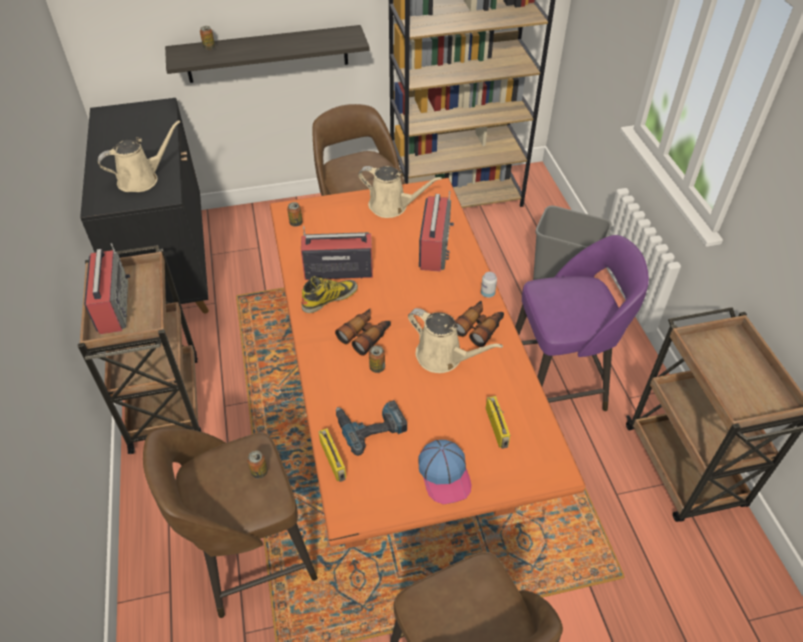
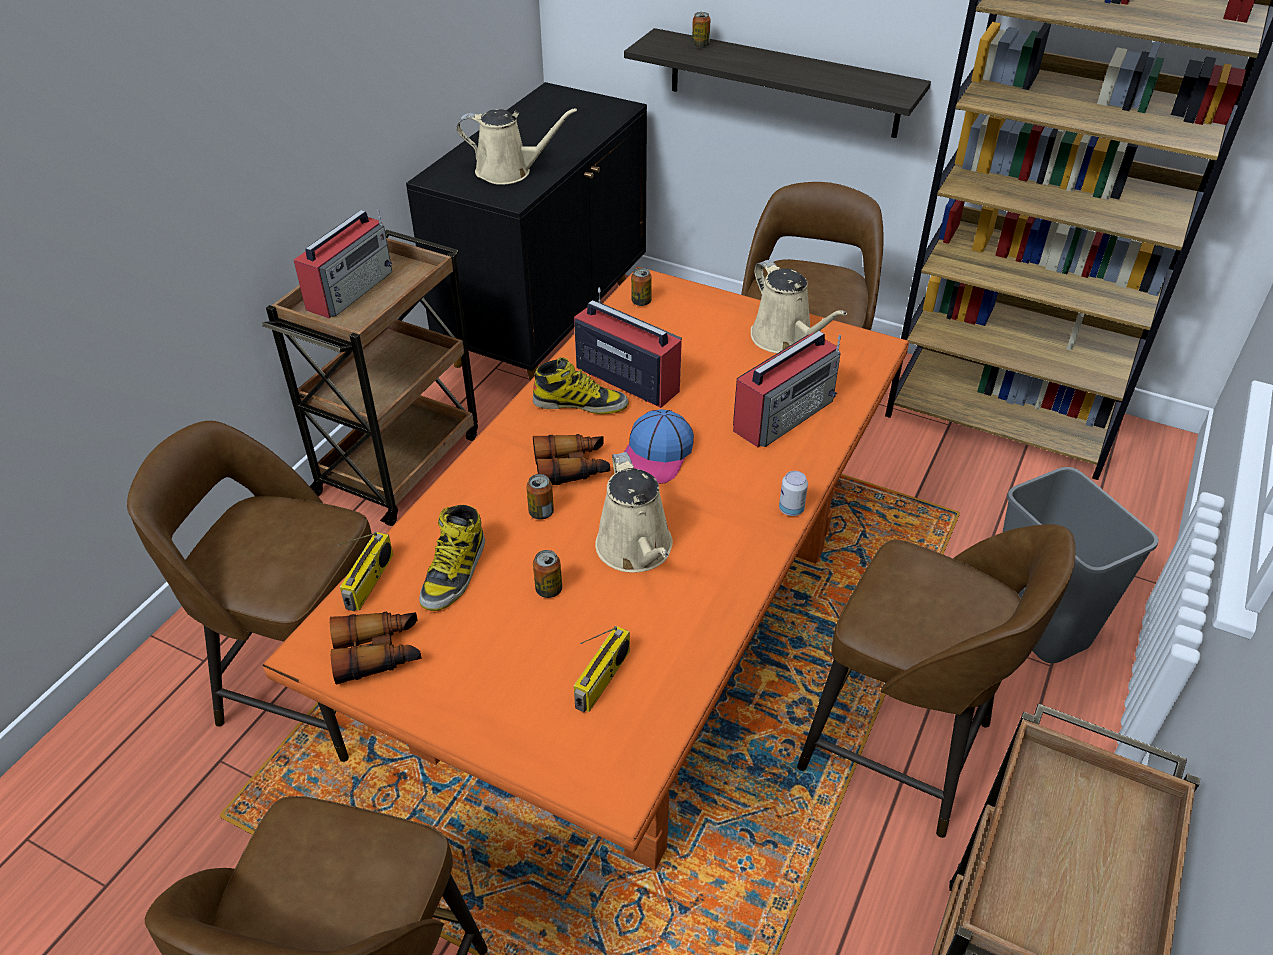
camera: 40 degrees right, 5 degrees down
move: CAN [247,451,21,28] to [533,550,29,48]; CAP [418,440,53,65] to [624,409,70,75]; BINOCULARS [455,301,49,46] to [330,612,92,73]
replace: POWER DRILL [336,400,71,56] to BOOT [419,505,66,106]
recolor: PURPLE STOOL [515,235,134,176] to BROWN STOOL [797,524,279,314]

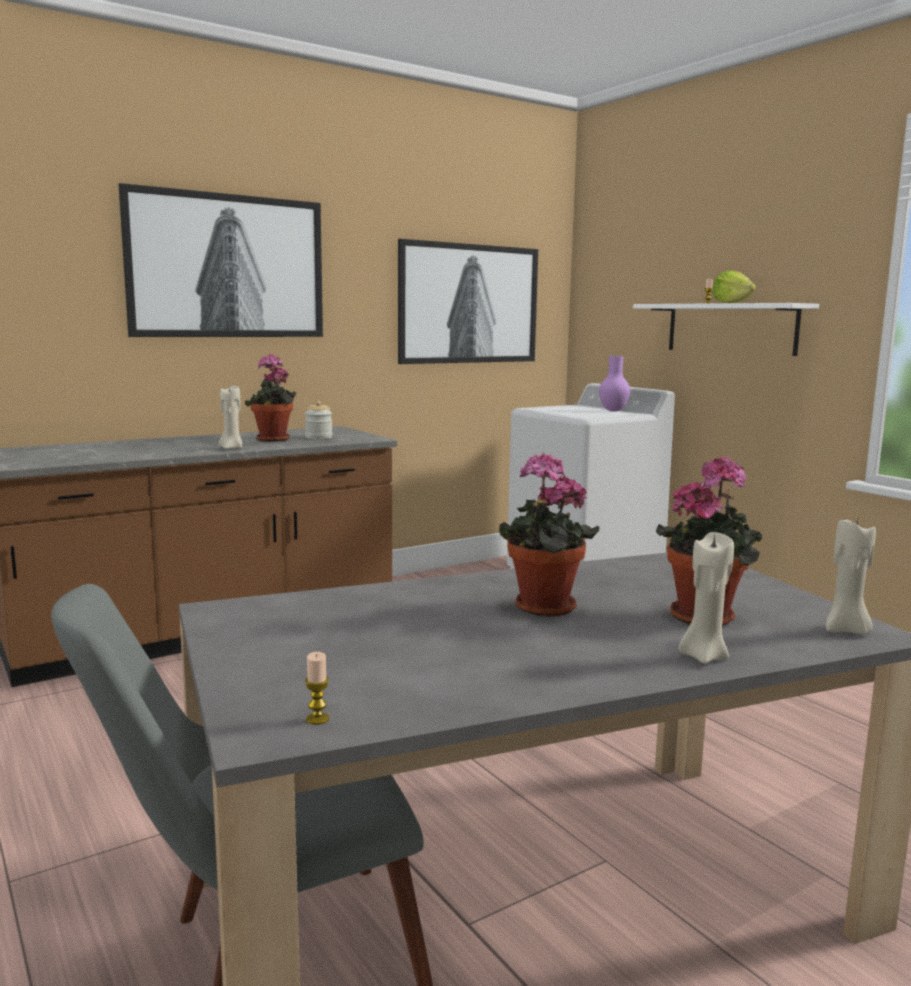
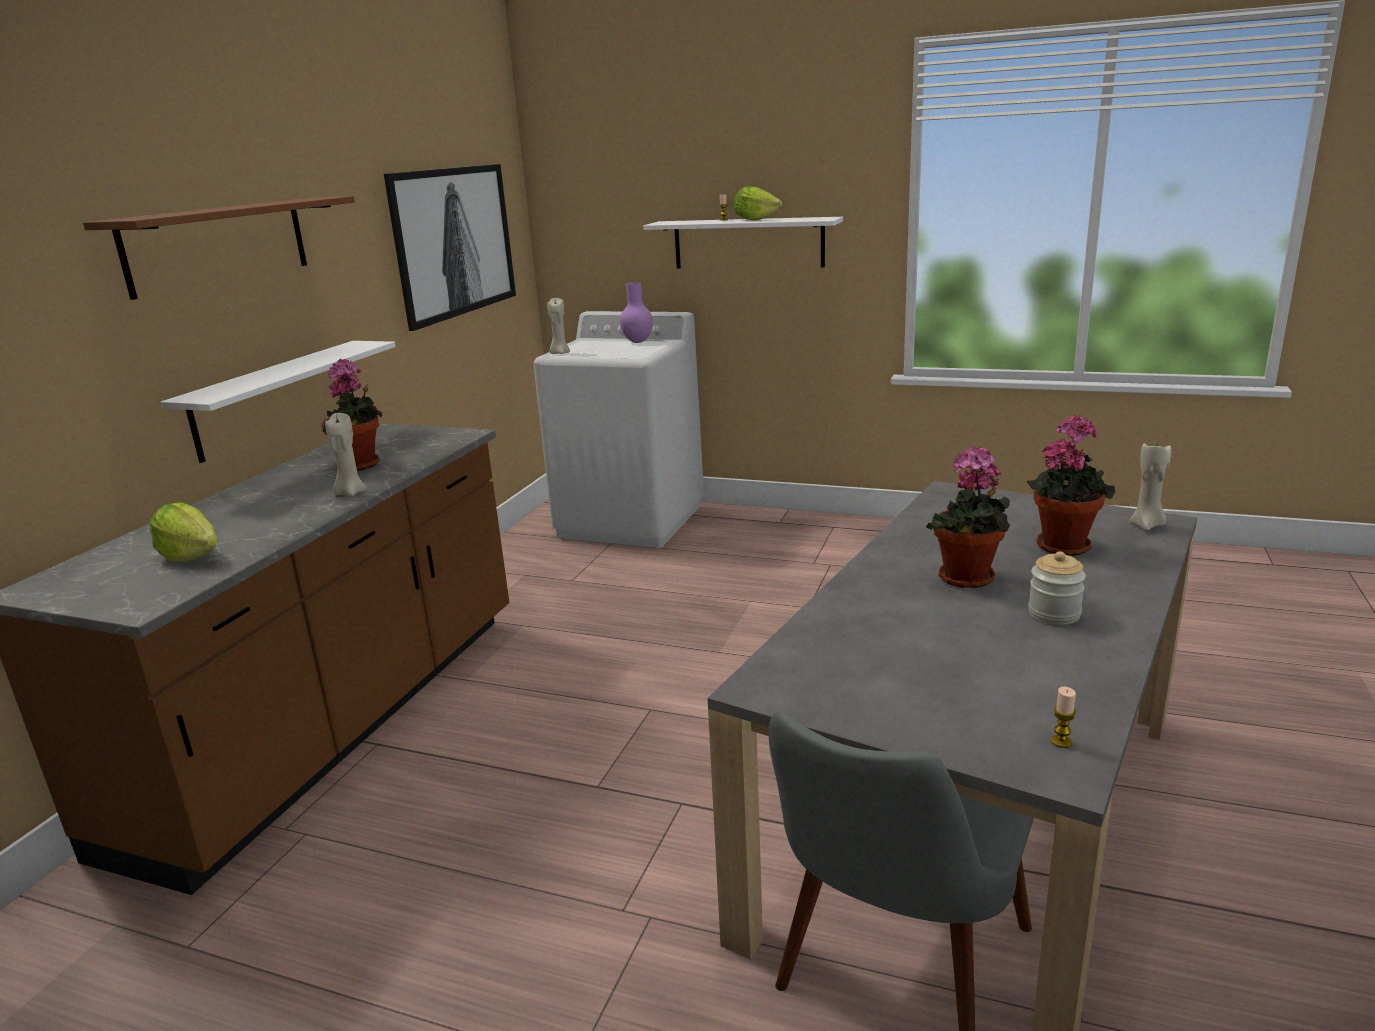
camera: 35 degrees left, 10 degrees up
insert: LETTUCE [149,502,69,60]; WHITE SHELF [160,341,236,122]
move: JAR [305,401,27,38] to [1028,551,58,74]; BEIGE CANDLE [679,532,55,132] to [547,298,23,56]
replace: PICTURE [119,183,204,154] to BROWN SHELF [83,196,272,104]

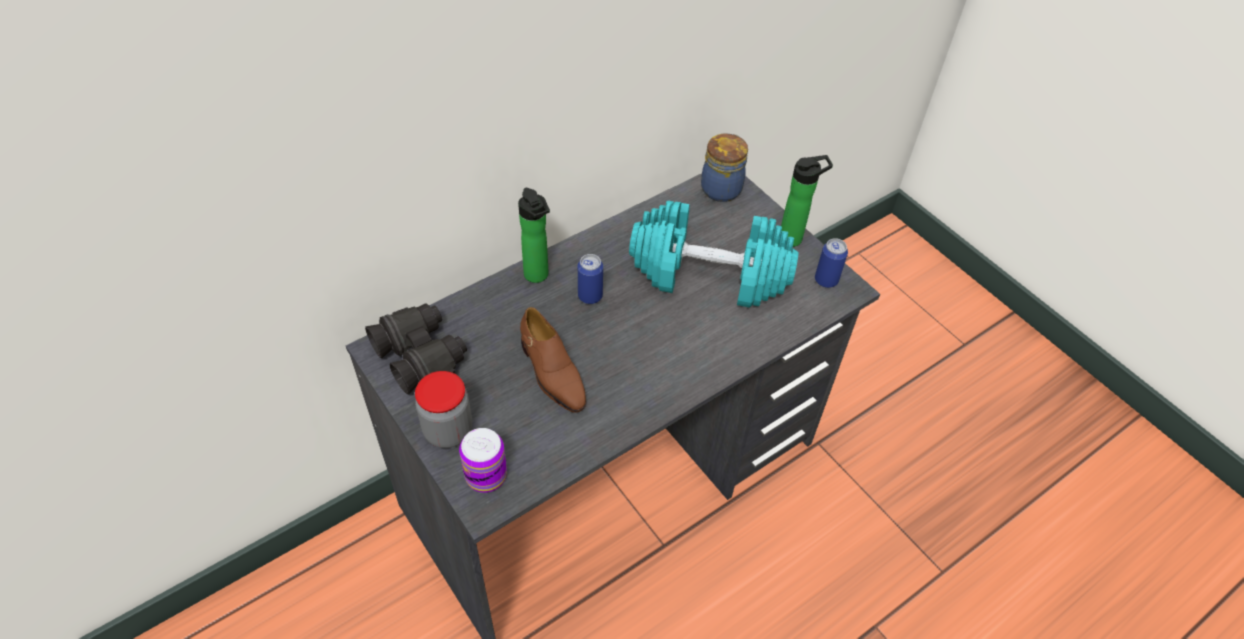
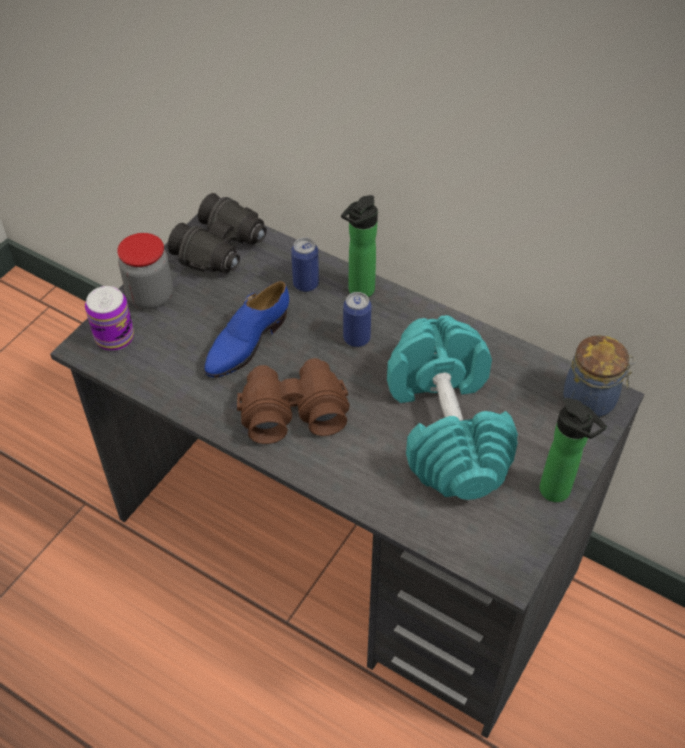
camera: 70 degrees right, 0 degrees up
insert: BROWN BINOCULARS [237,358,113,86]
move: CAN [815,238,33,50] to [291,238,28,54]
recolor: BROWN SHOE [520,307,66,106] to BLUE SHOE [204,281,85,97]

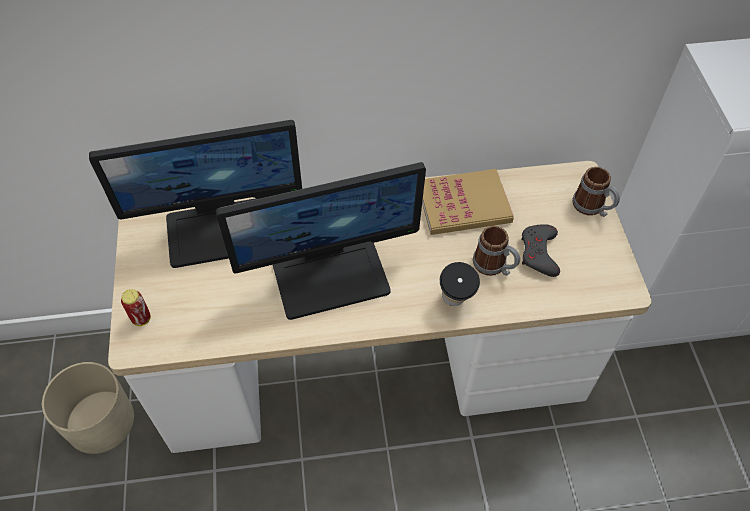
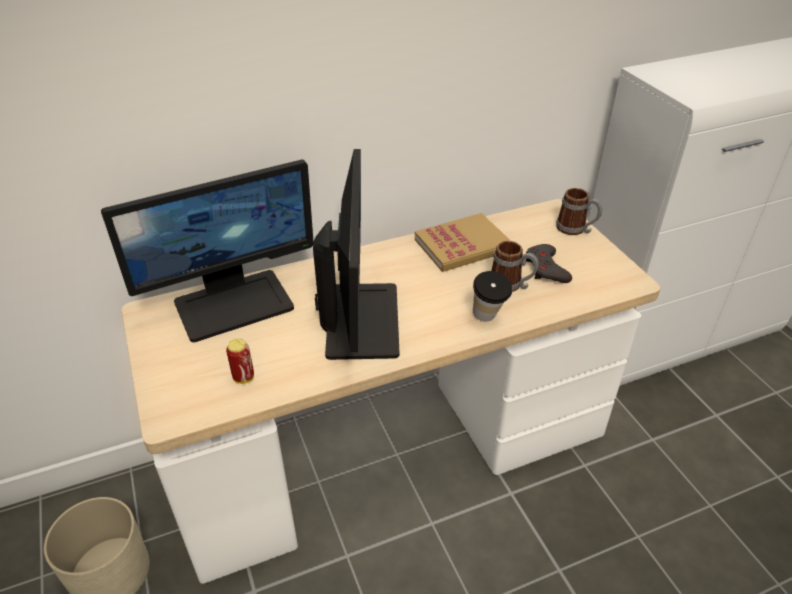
camera: 15 degrees left, 15 degrees down
move: CAN [121,289,30,37] to [226,338,28,46]
rotate: MONITOR [216,162,210,158] = [313,149,86,211] 60 degrees counterclockwise

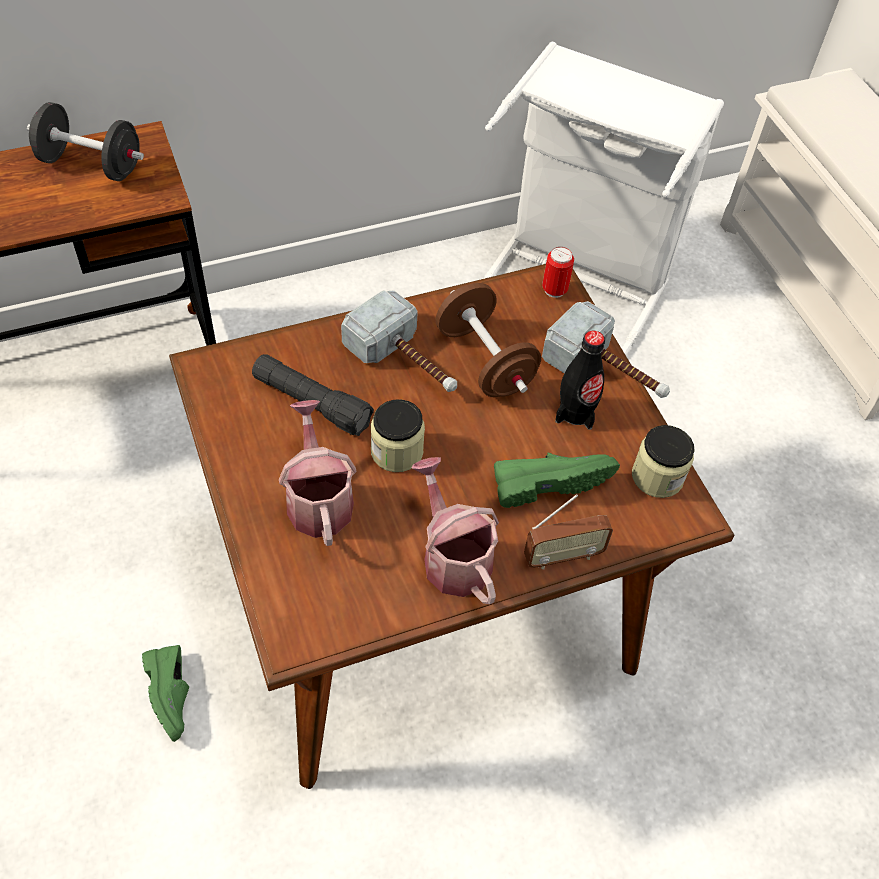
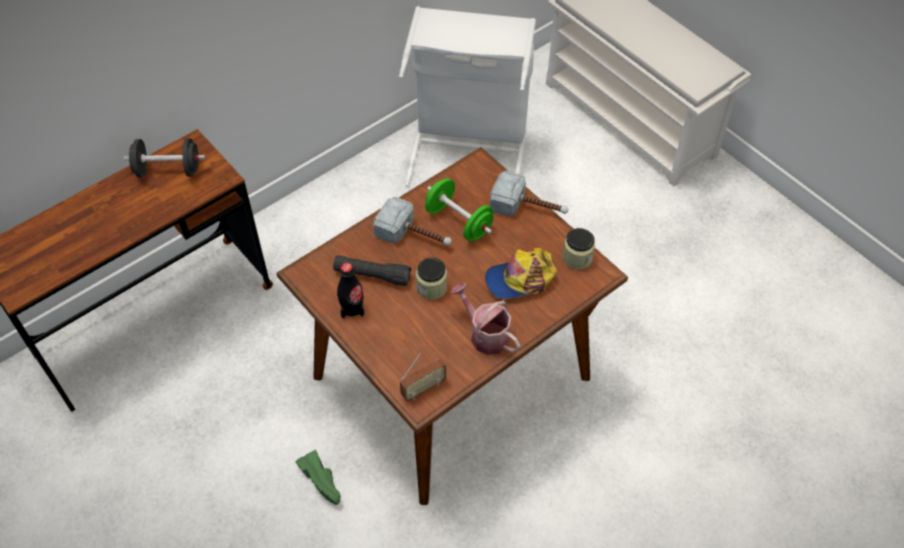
camera: 15 degrees left, 0 degrees up
delete: WATERING CAN [279,400,78,146]; CAN [542,247,32,51]
move: RADIO [524,494,89,75] to [400,354,46,47]; BLACK BOTTLE [555,331,50,99] to [337,263,27,55]
replace: GREEN SHOE [494,452,126,56] to CAP [485,248,72,51]
recolor: BROWN DUMBBELL [436,283,105,114] to GREEN DUMBBELL [425,178,68,64]

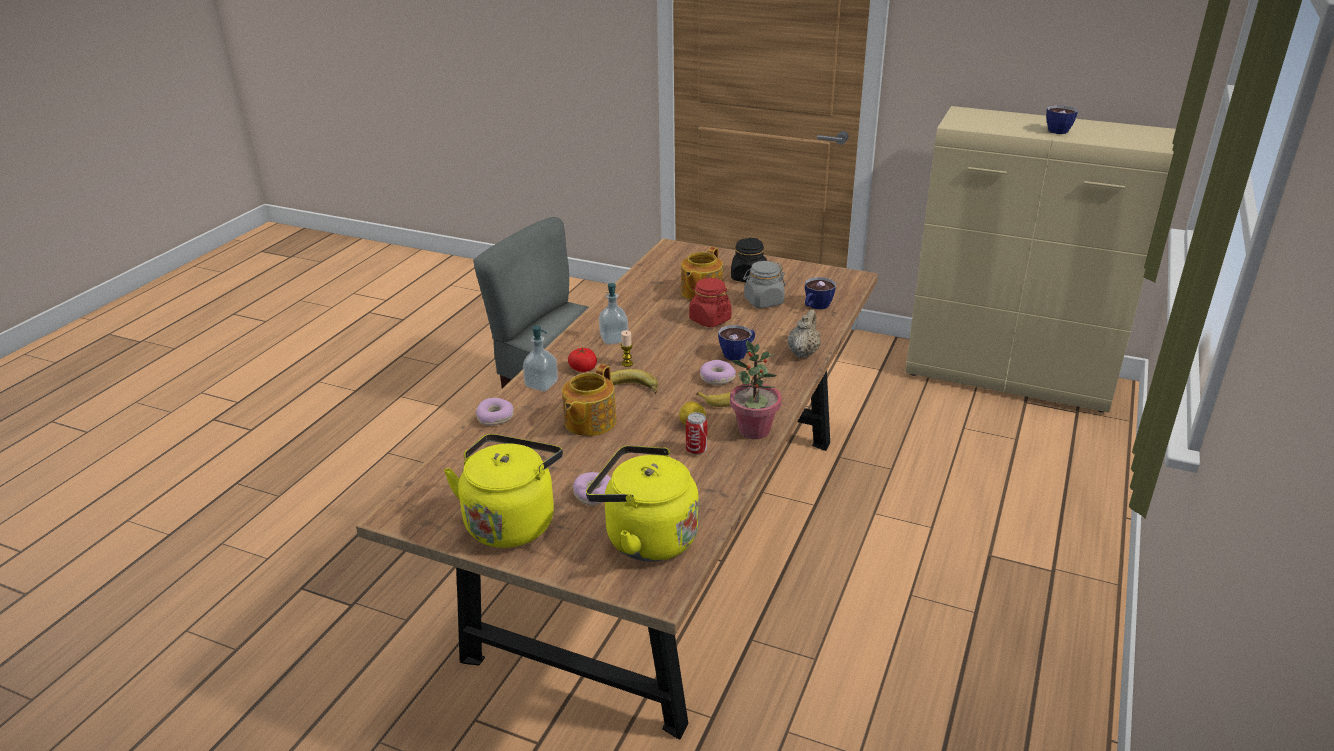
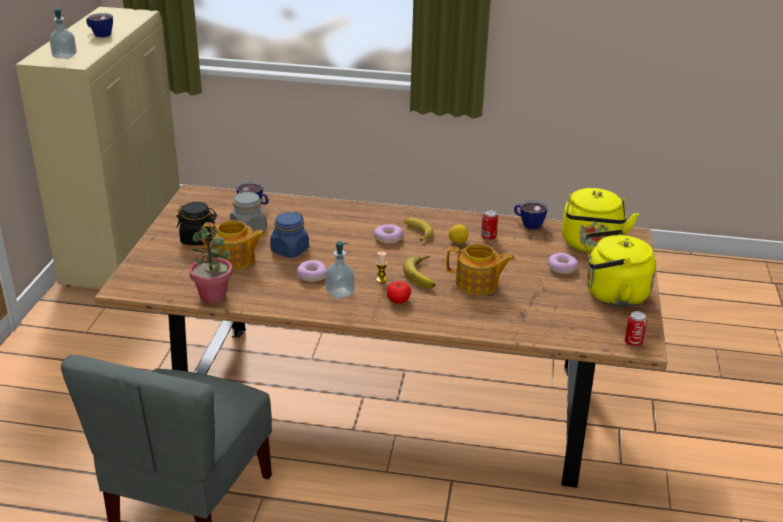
camera: 105 degrees left, 0 degrees up
delete: BEIGE TEAPOT [788,309,33,49]
insert: CAN [625,311,22,36]
move: DONUT [476,398,37,28] to [297,260,30,22]; SOAP DISPENSER [523,326,35,66] to [49,9,28,50]; CUP [718,325,37,35] to [514,200,34,29]; POTTED PLANT [730,340,52,99] to [189,225,43,79]
recolor: RED JAR [689,278,43,49] to BLUE JAR [270,212,39,46]

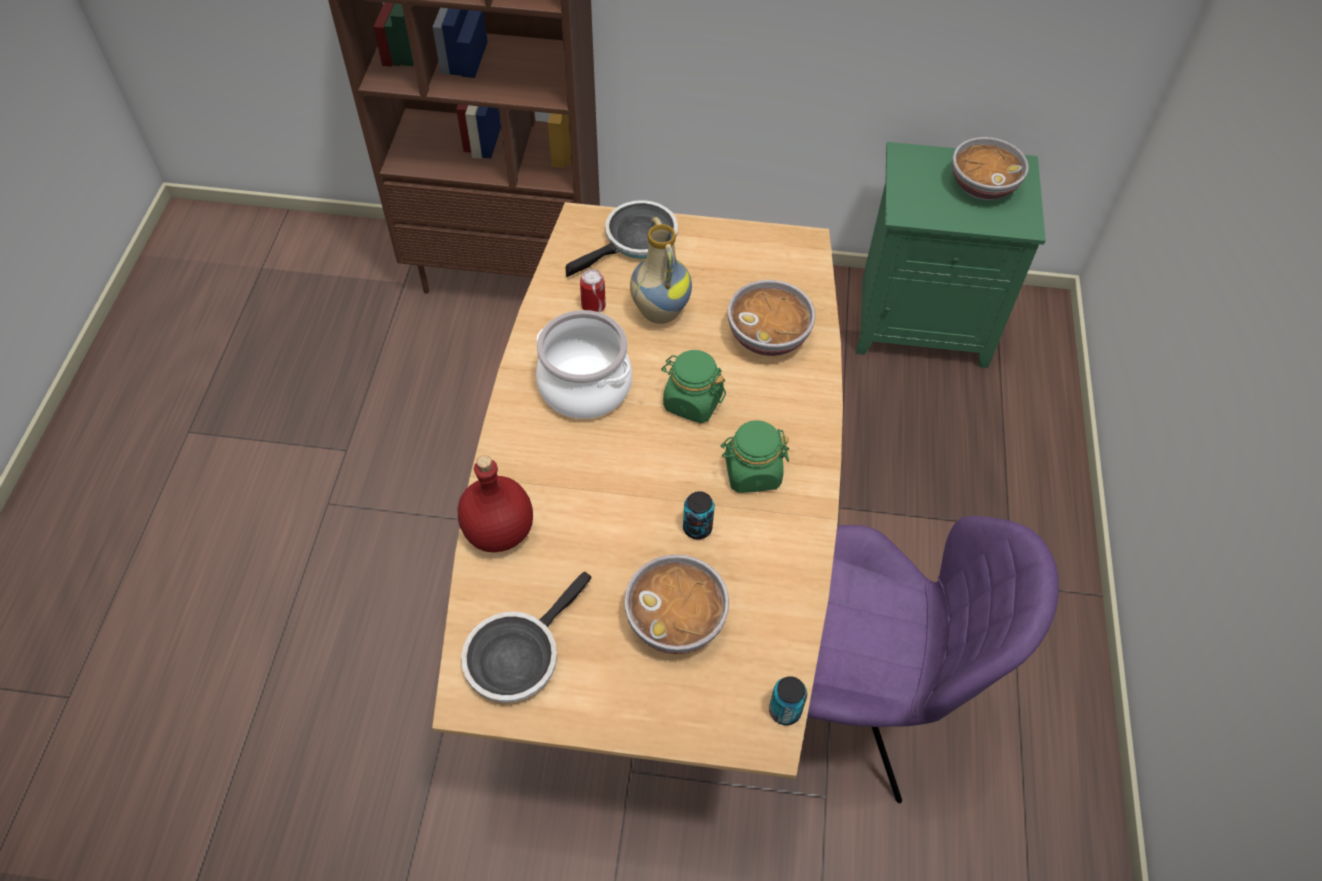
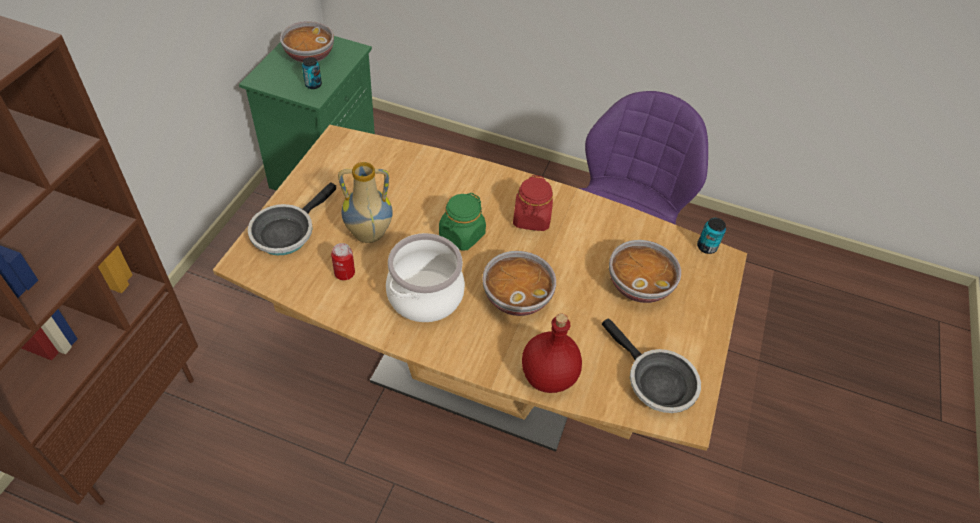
camera: 80 degrees left, 5 degrees down
move: CAN [683,491,32,48] to [302,57,20,32]; BOWL [728,280,87,76] to [483,251,73,65]
recolor: GREEN JAR [721,420,68,73] to RED JAR [513,175,40,56]
rotate: FRYING PAN [565,200,113,77] = [248,183,88,72] 120 degrees counterclockwise

